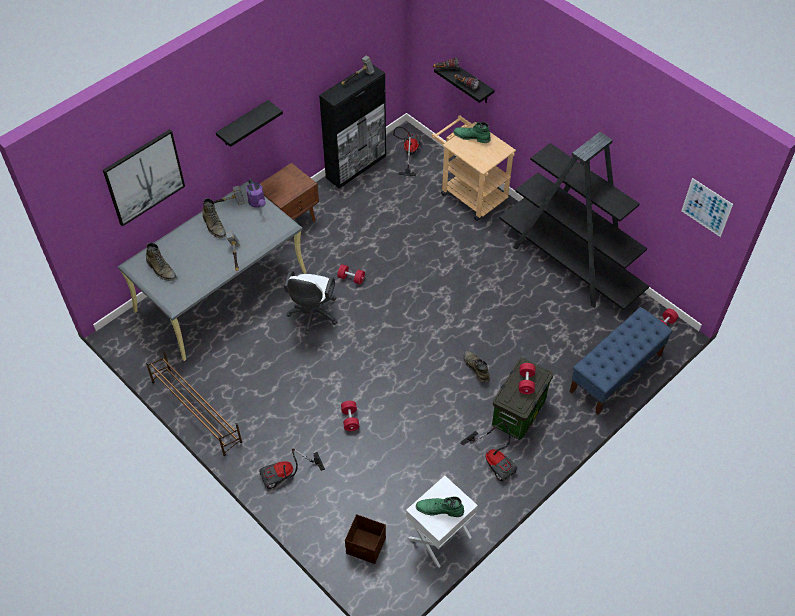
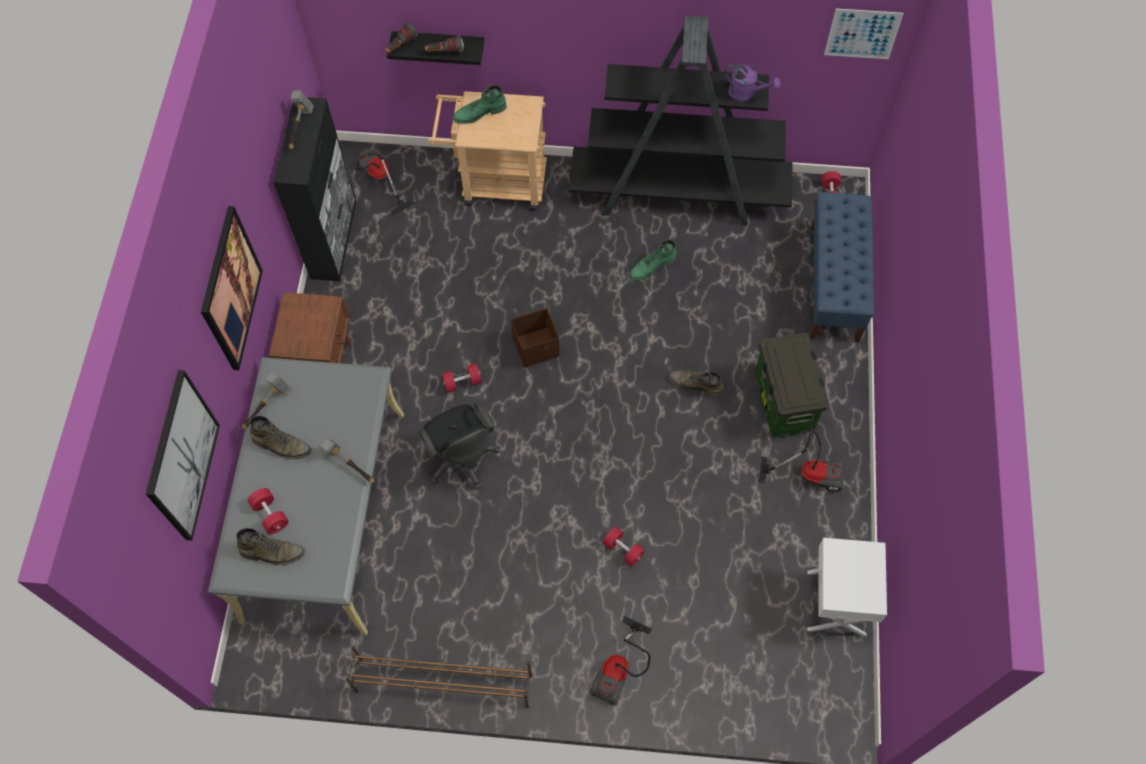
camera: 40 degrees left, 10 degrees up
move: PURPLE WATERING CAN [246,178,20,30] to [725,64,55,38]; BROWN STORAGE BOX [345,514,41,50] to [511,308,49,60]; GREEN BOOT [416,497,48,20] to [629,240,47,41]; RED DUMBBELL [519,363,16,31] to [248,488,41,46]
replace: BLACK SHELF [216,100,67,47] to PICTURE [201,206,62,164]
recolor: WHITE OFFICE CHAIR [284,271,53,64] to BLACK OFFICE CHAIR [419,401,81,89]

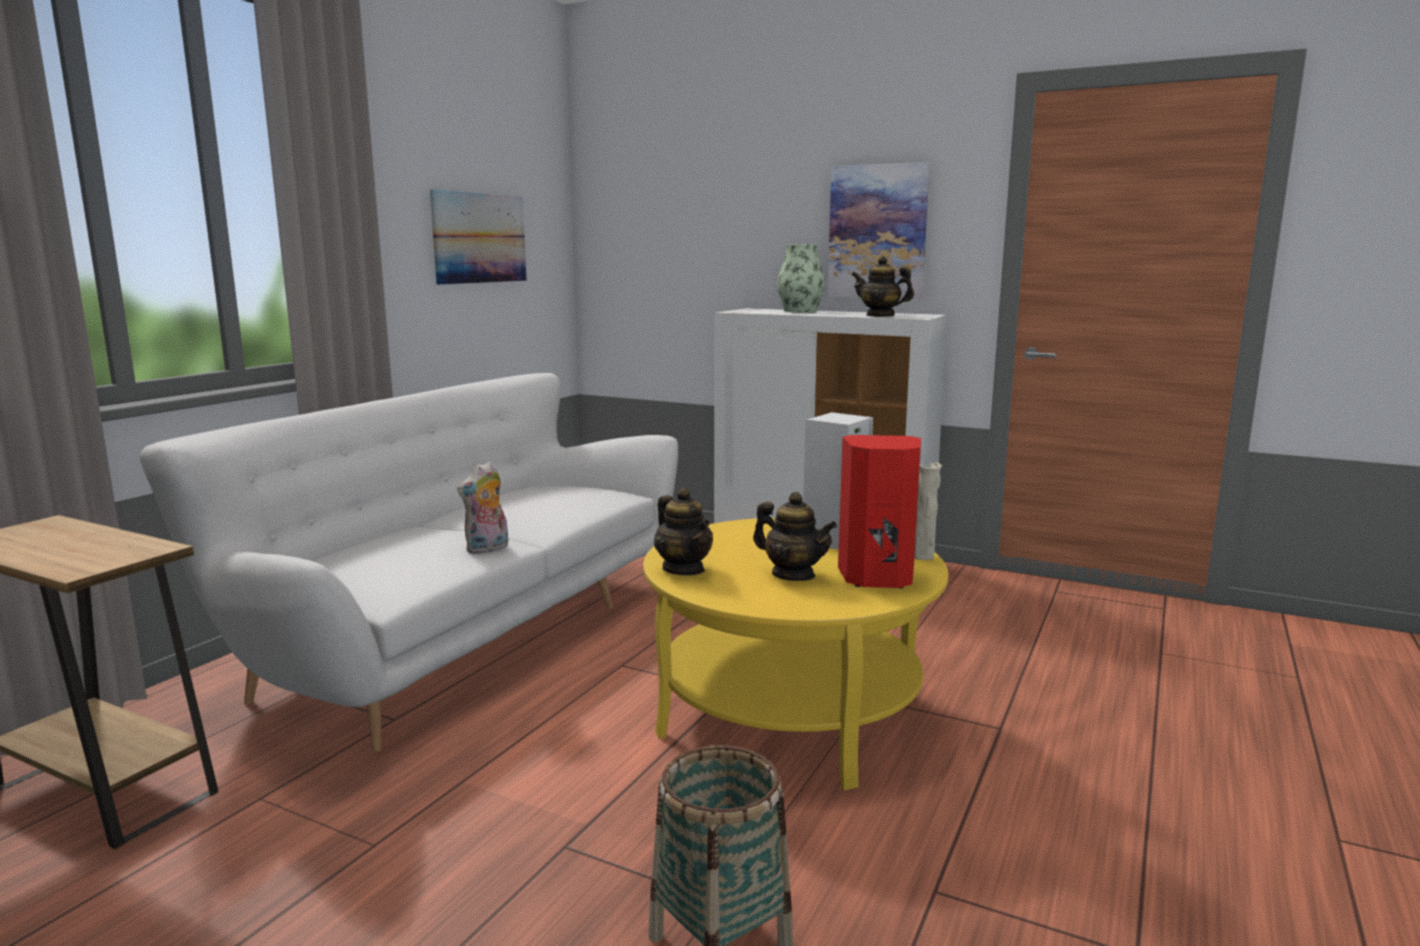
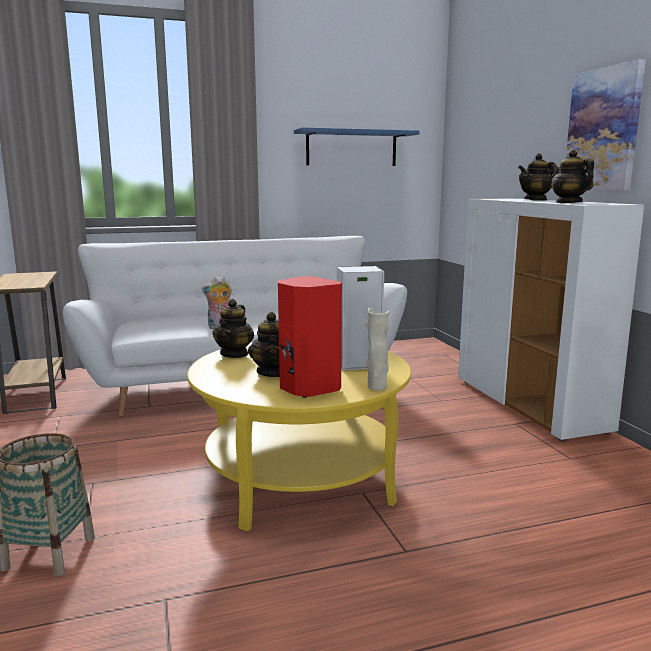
camera: 45 degrees right, 0 degrees up
replace: PICTURE [430,189,97,96] to BLUE SHELF [294,128,126,38]; VASE [777,244,48,68] to TEAPOT [518,153,38,47]

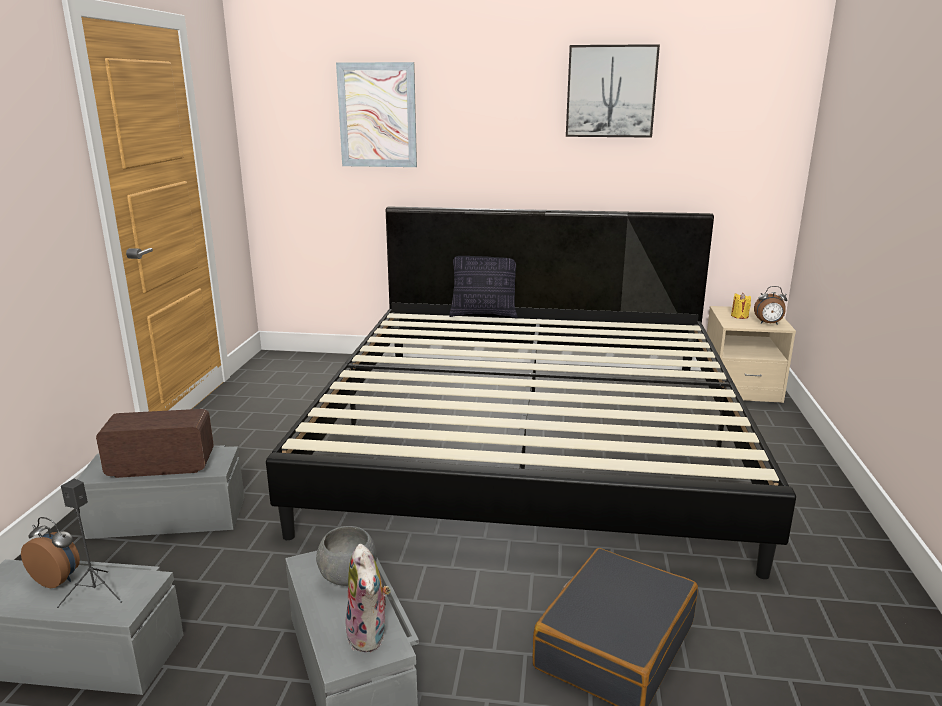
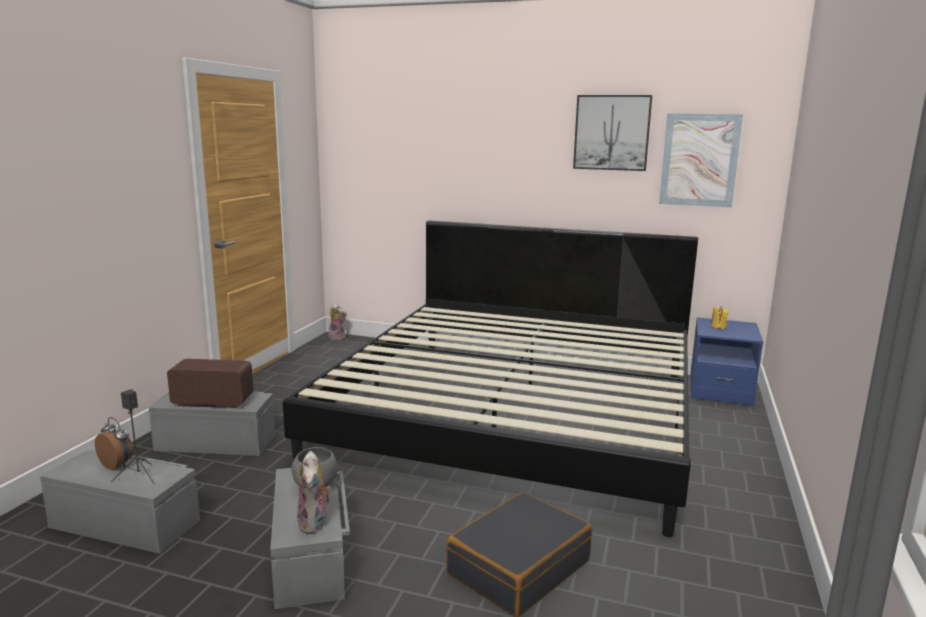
camera: 10 degrees right, 5 degrees down
delete: PILLOW [449,256,69,62]; ALARM CLOCK [754,286,33,39]
insert: PLUSH TOY [329,304,18,36]
move: PICTURE [336,62,81,105] to [659,114,84,93]
recolor: BEIGE NIGHTSTAND [707,306,89,97] to BLUE NIGHTSTAND [690,317,73,89]

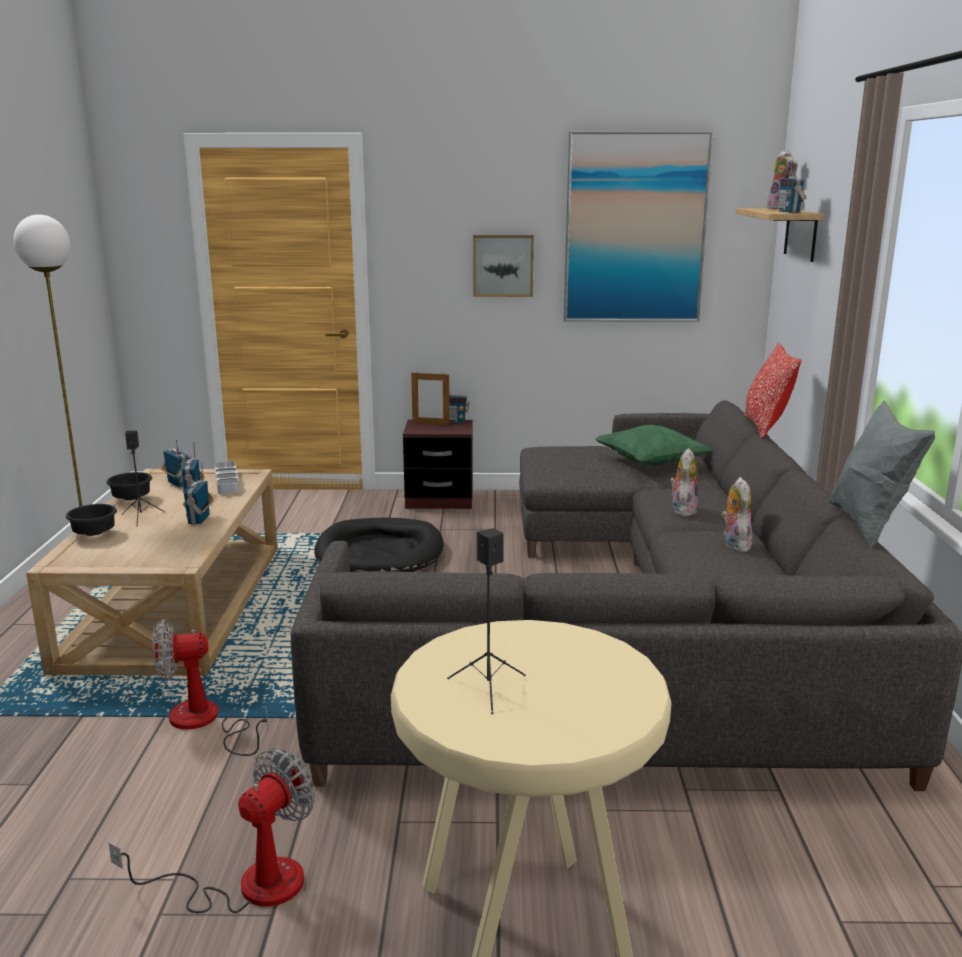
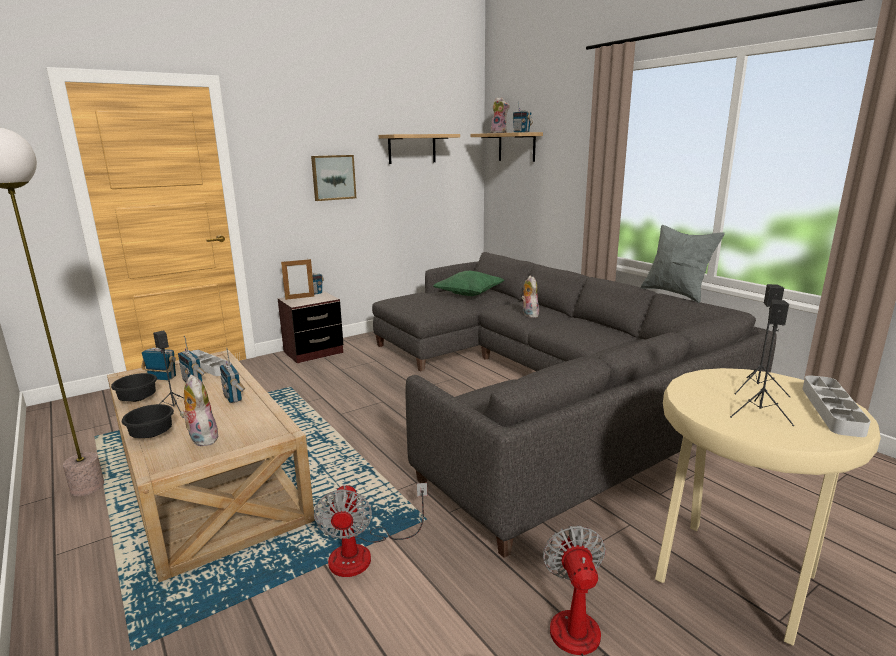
camera: 35 degrees left, 0 degrees up
delete: BLACK DOG BED [315,518,128,54]; PILLOW [744,343,57,96]
insert: BLACK SPEAKER [734,284,56,113]; GREY TRAY [803,375,68,62]
move: PLUSH TOY [721,477,32,75] to [180,374,39,72]
replace: PICTURE [564,131,149,191] to SHELF [379,134,81,30]
rotate: FAN [153,619,115,137] = [314,483,113,94] 45 degrees counterclockwise

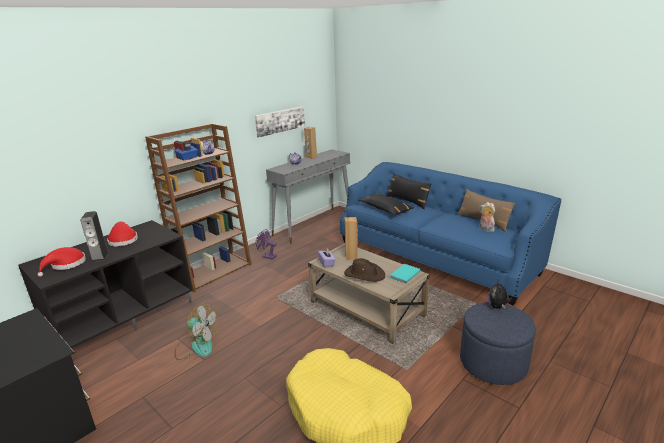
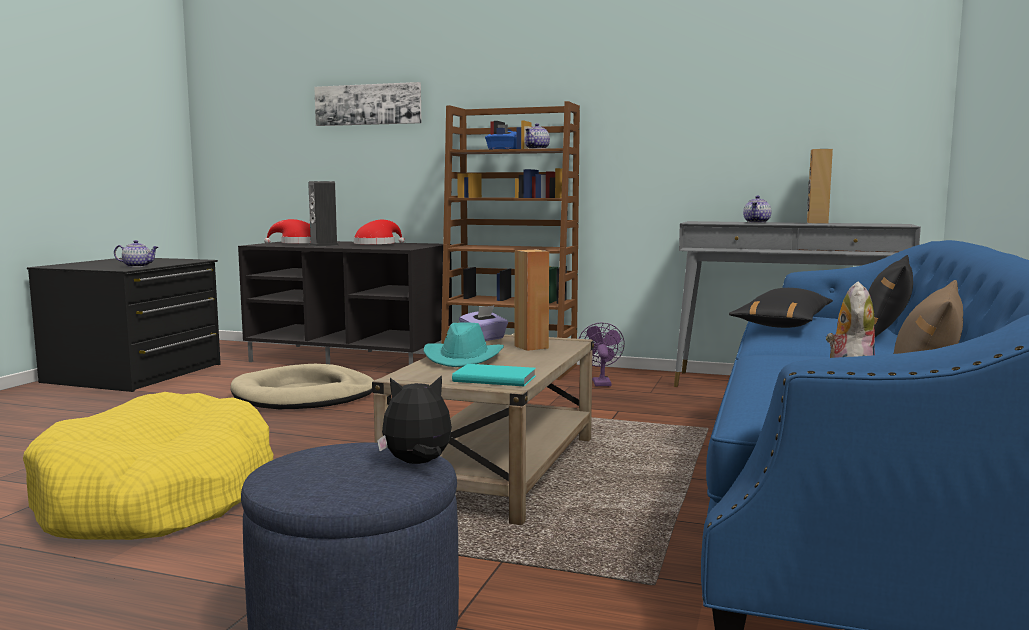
camera: 65 degrees right, 15 degrees down
insert: TEAPOT [114,240,44,27]
move: PICTURE [255,106,50,32] to [314,82,108,44]
replace: FAN [174,303,44,57] to BEIGE DOG BED [231,364,143,45]
recolor: BROWN HAT [344,258,41,24] to TURQUOISE HAT [424,322,80,45]

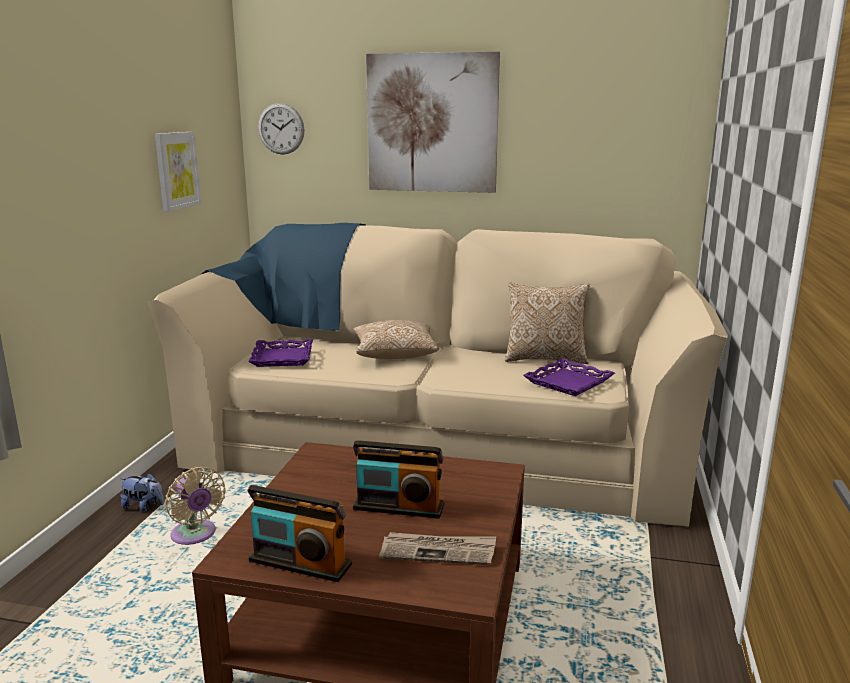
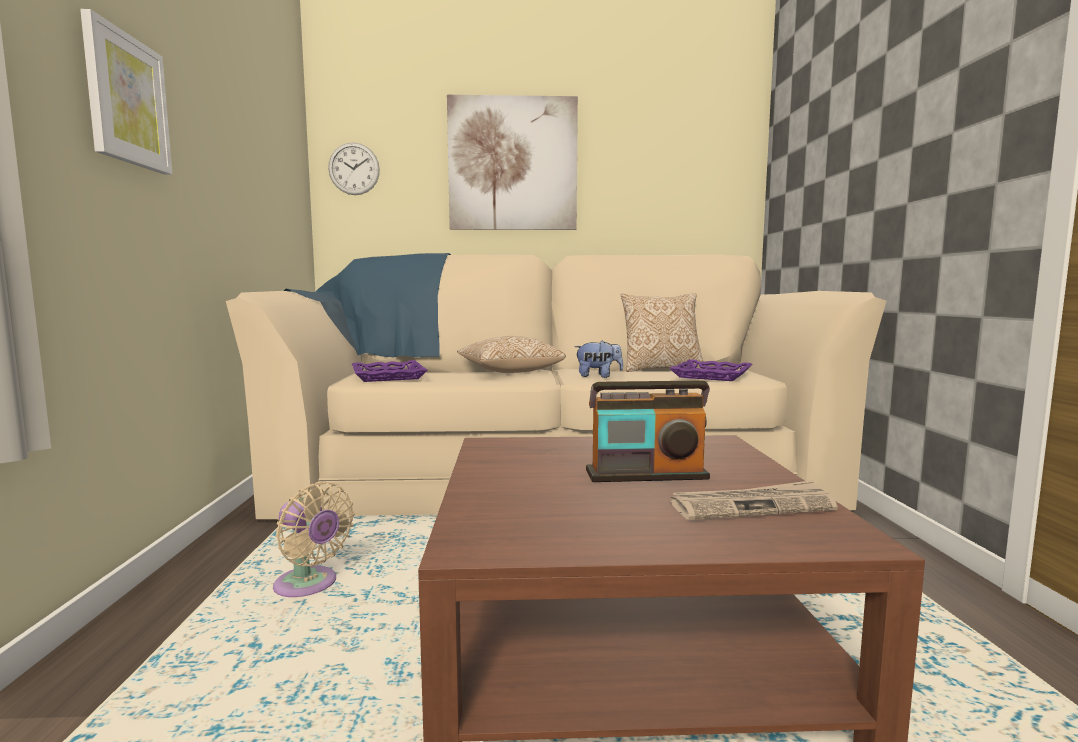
camera: 15 degrees left, 10 degrees down
delete: RADIO [247,485,105,97]
move: PLUSH TOY [120,473,44,39] to [574,340,49,38]; PICTURE [155,132,46,80] to [80,9,92,166]

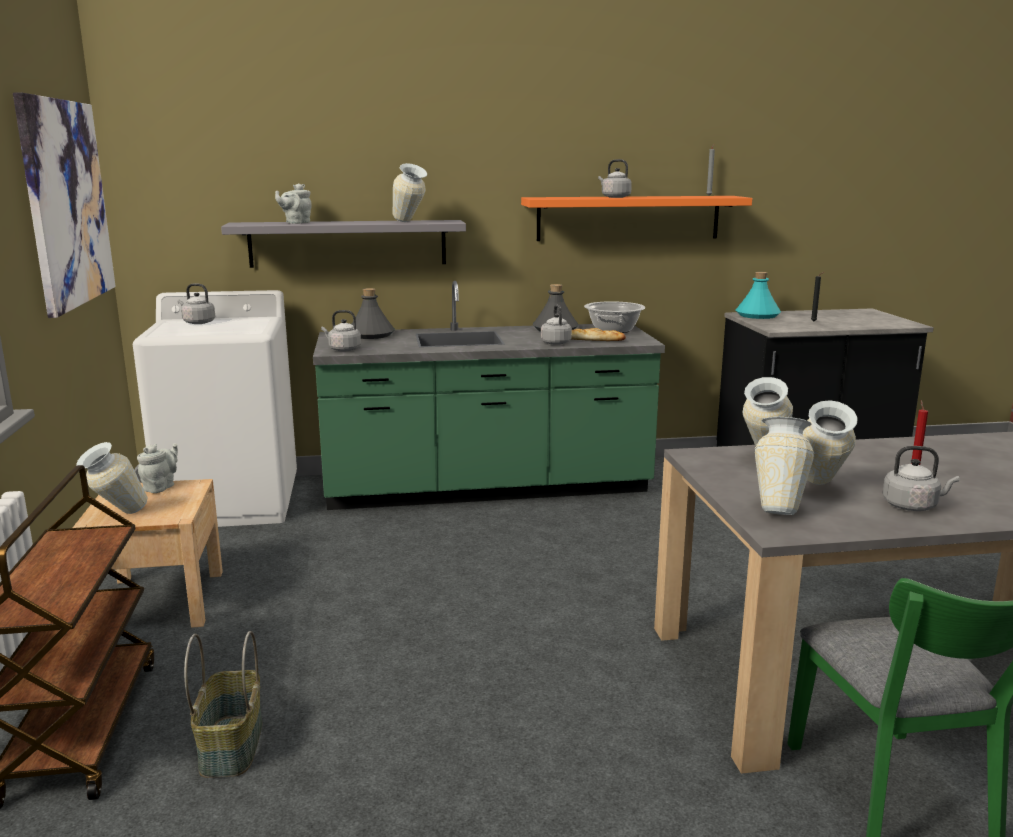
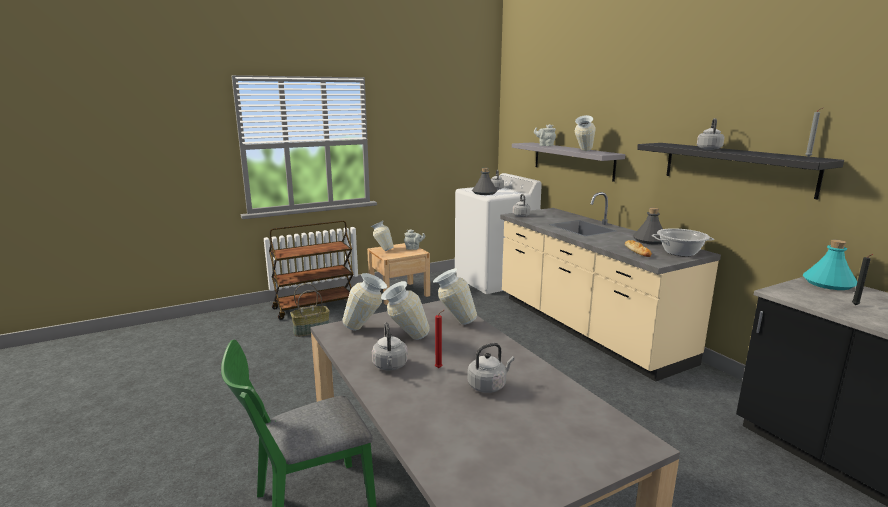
camera: 70 degrees right, 0 degrees up
delete: PICTURE [13,92,103,226]
move: GREY BOTTLE [352,288,43,51] to [472,168,26,27]; GREY KETTLE [541,305,31,40] to [468,343,47,50]
recolor: GREEN COUNTER [313,281,352,229] to BEIGE COUNTER [500,192,221,190]; ORANGE SHELF [521,196,231,45] to BLACK SHELF [637,143,207,56]

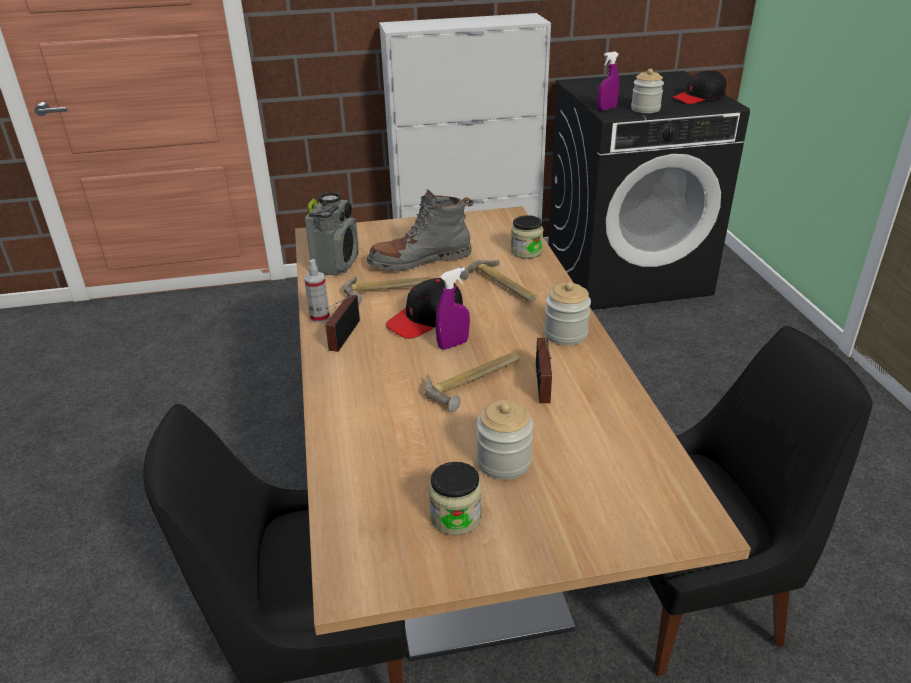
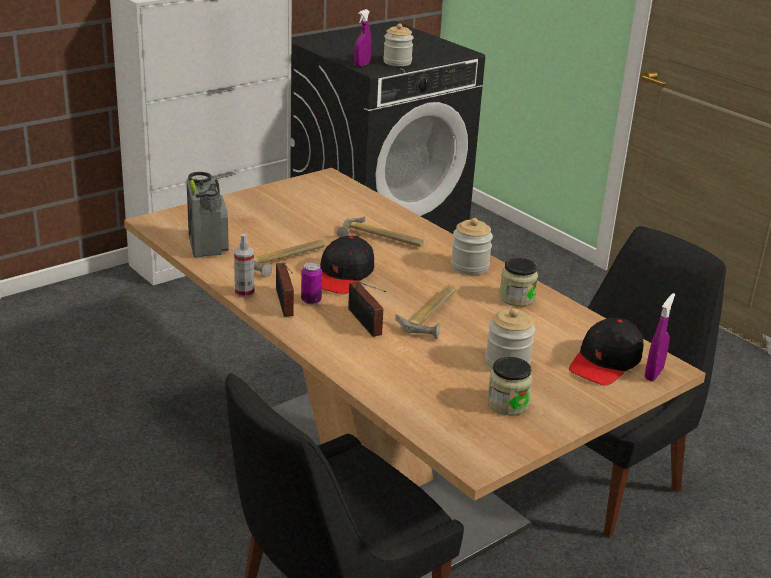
camera: 30 degrees left, 5 degrees down
delete: GREY BOOT [367,189,107,82]
insert: CAN [301,262,21,42]
move: PURPLE SPRAY BOTTLE [436,267,34,83] to [645,293,30,88]; JAR [511,215,32,44] to [499,258,39,49]; RADIO [536,338,16,65] to [348,281,38,56]; BLACK CAP [672,70,54,34] to [569,318,75,67]

